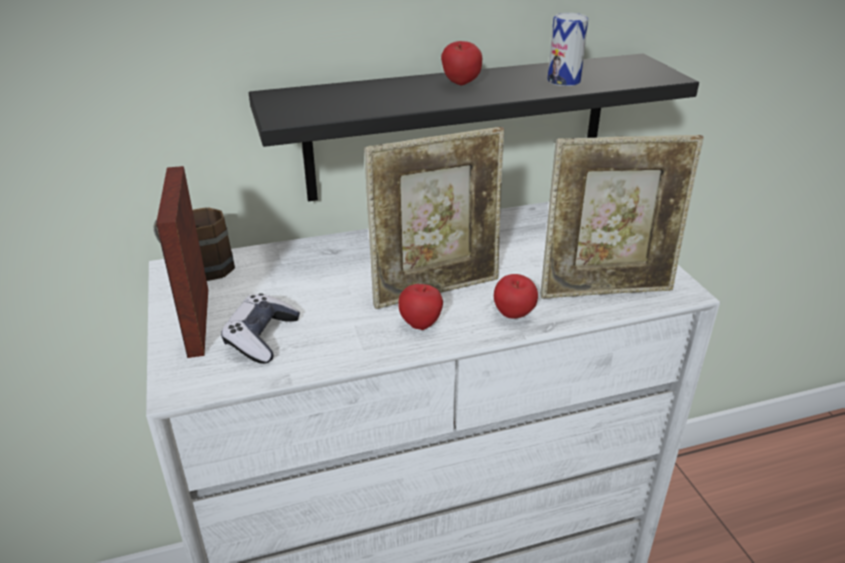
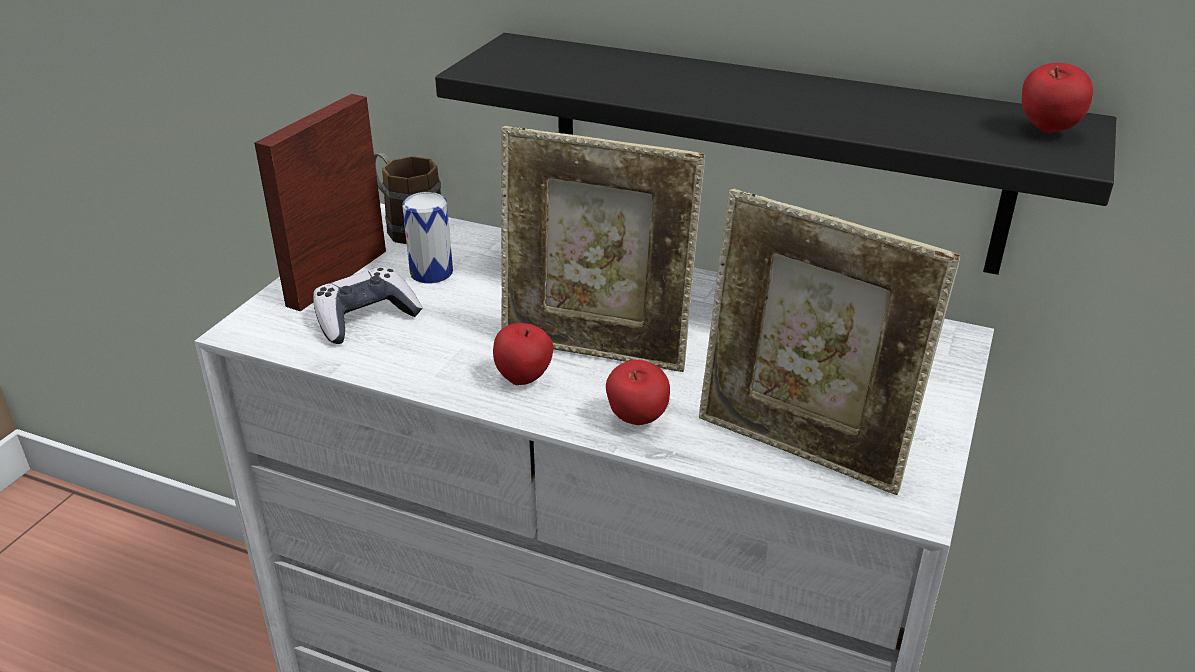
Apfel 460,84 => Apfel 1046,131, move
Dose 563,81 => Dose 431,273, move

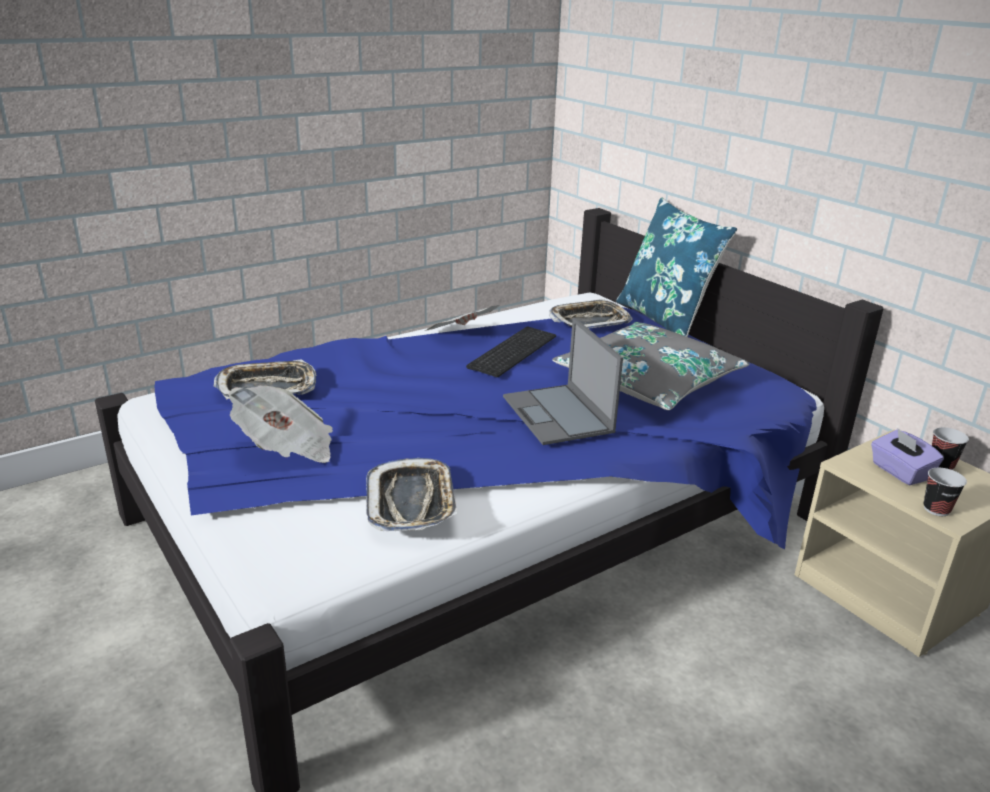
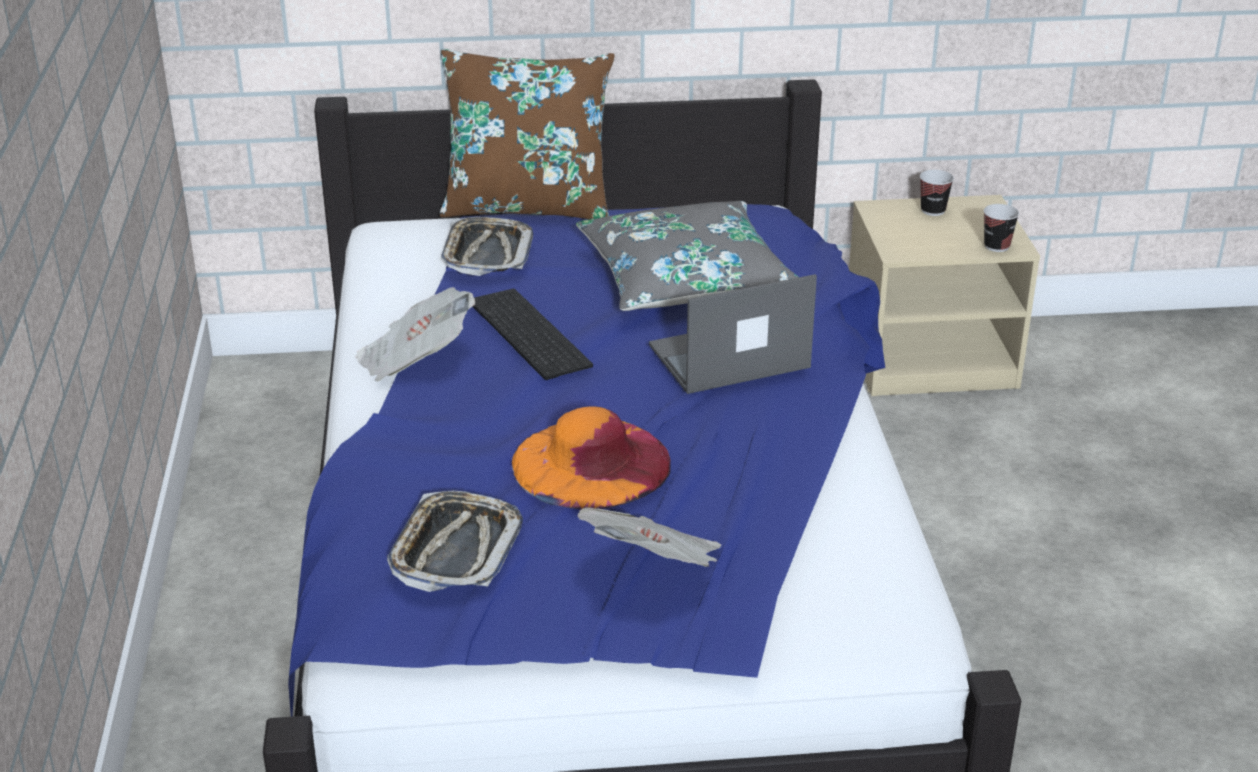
Tablett 411,502 => nothing
Laptop 558,415 => Laptop 727,357, 150 degrees clockwise
Kissen/blau 665,319 => Kissen/braun 528,207
Taschentuchbox/lila 899,472 => nothing
nothing => Hut/orange 591,463

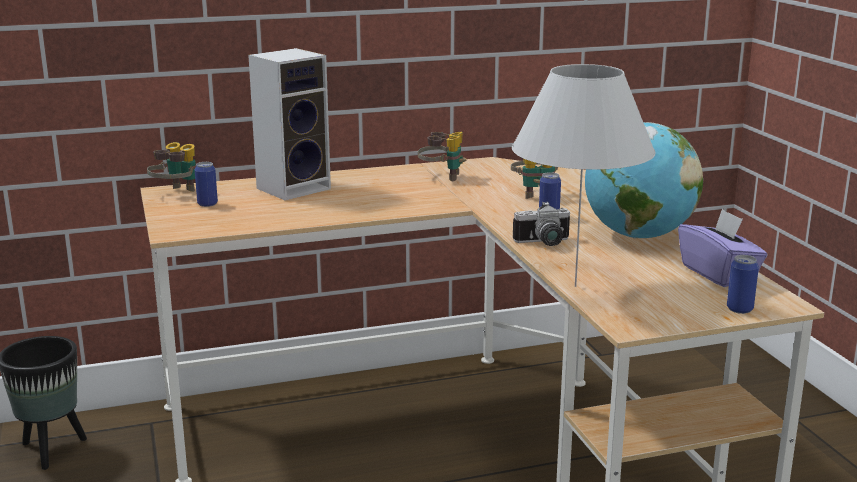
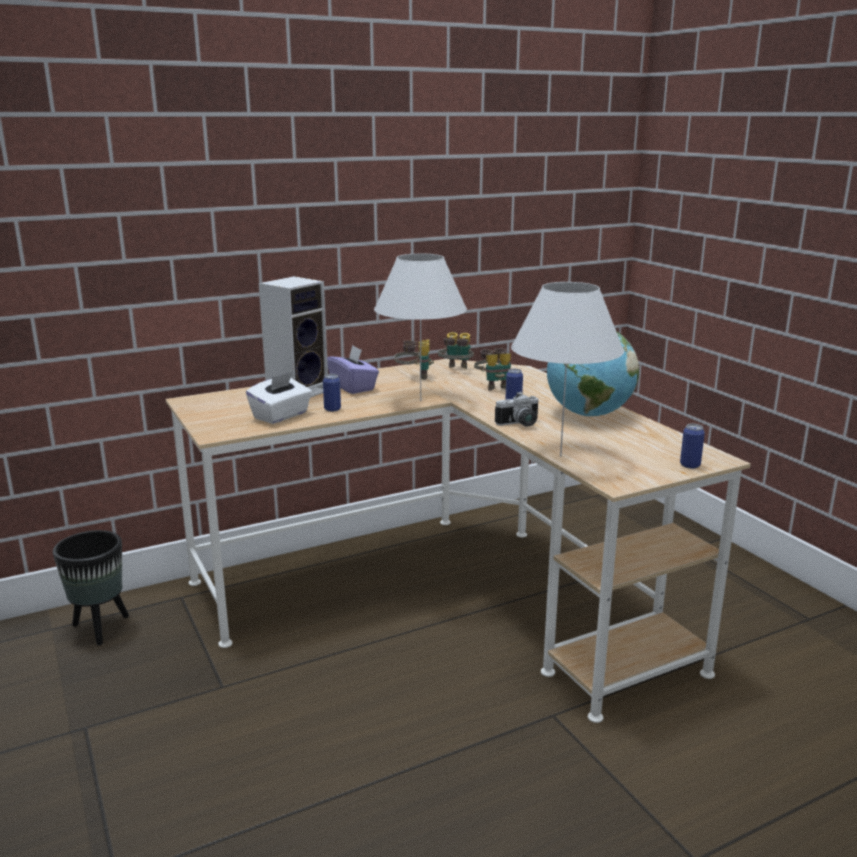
Fernglas 176,193 => Fernglas 456,370, move
Dose 207,204 => Dose 332,409, move
Taschentuchbox/lila 719,274 => Taschentuchbox/lila 353,387, move
nothing => Taschentuchbox/weiß 281,416
nothing => Tischlampe/weiß 420,401

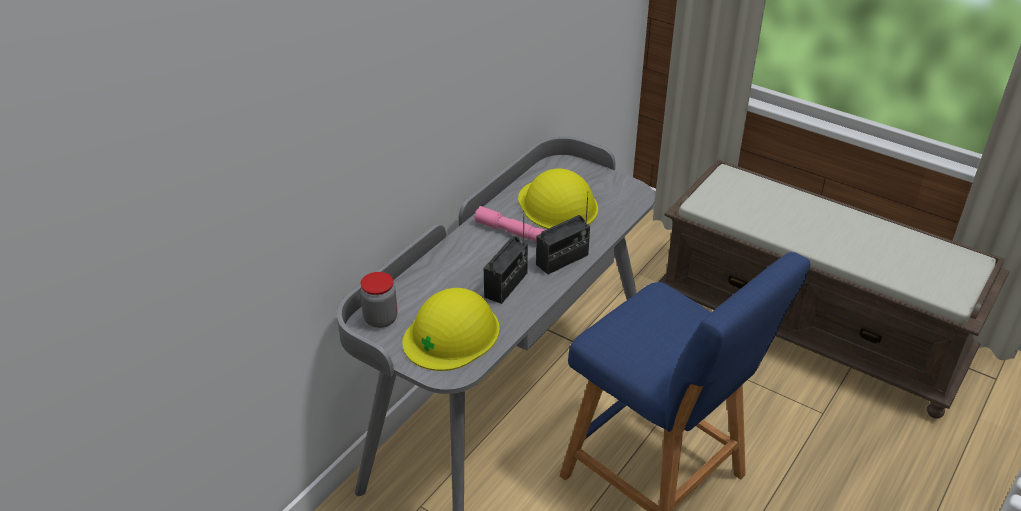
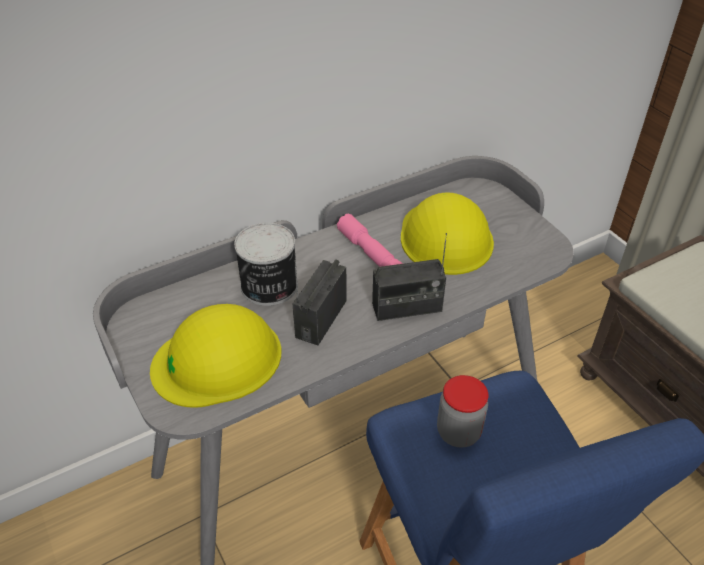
Vorratsglas 380,319 => Vorratsglas 458,432, move
Radio 506,285 => Radio 321,318, 150 degrees clockwise
nothing => Dose 269,286

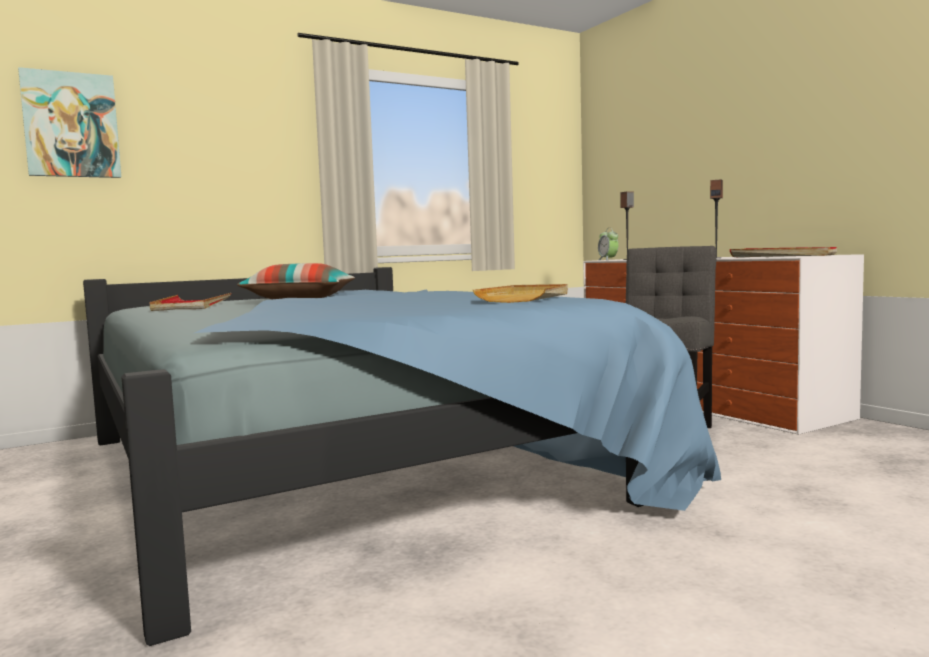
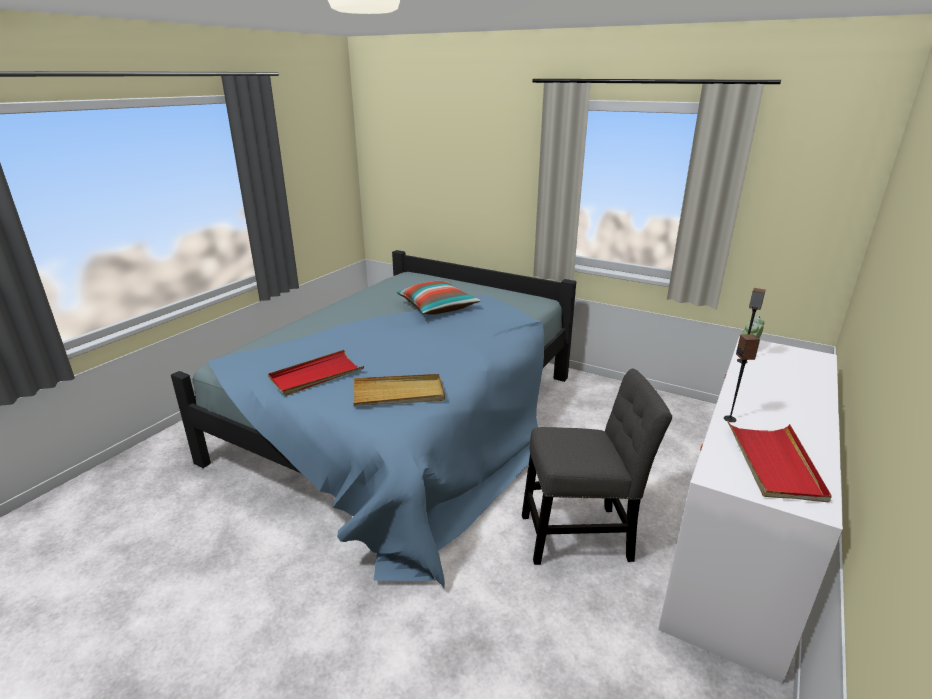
Bild 71,125 => nothing
Tablett/rot 191,306 => Tablett/rot 316,376, move

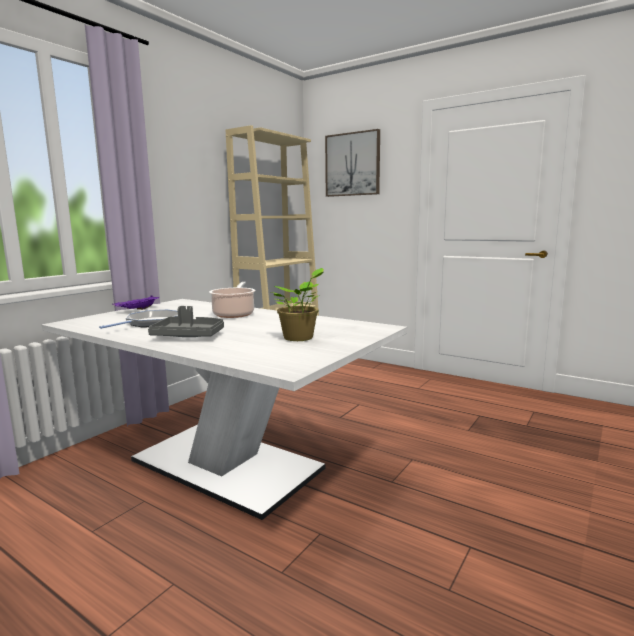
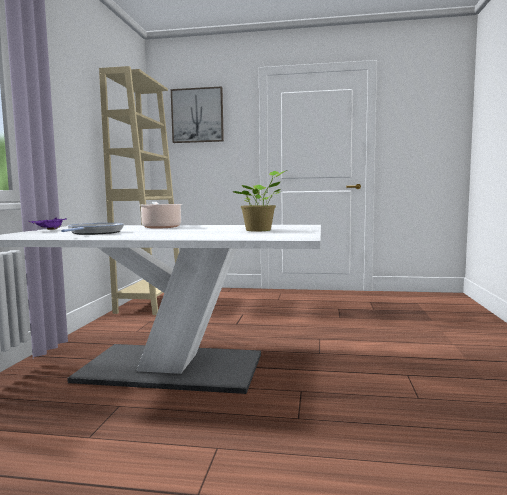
Tablett/grau 189,336 => nothing

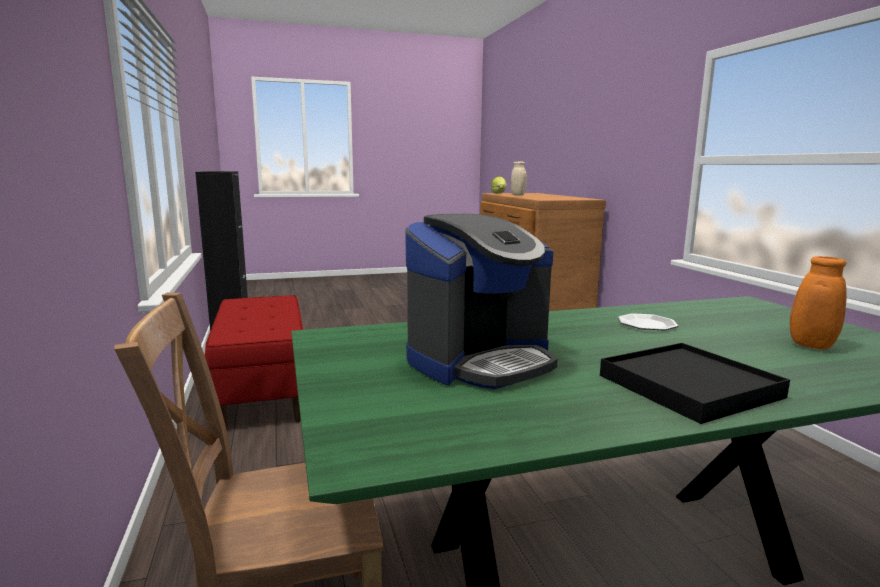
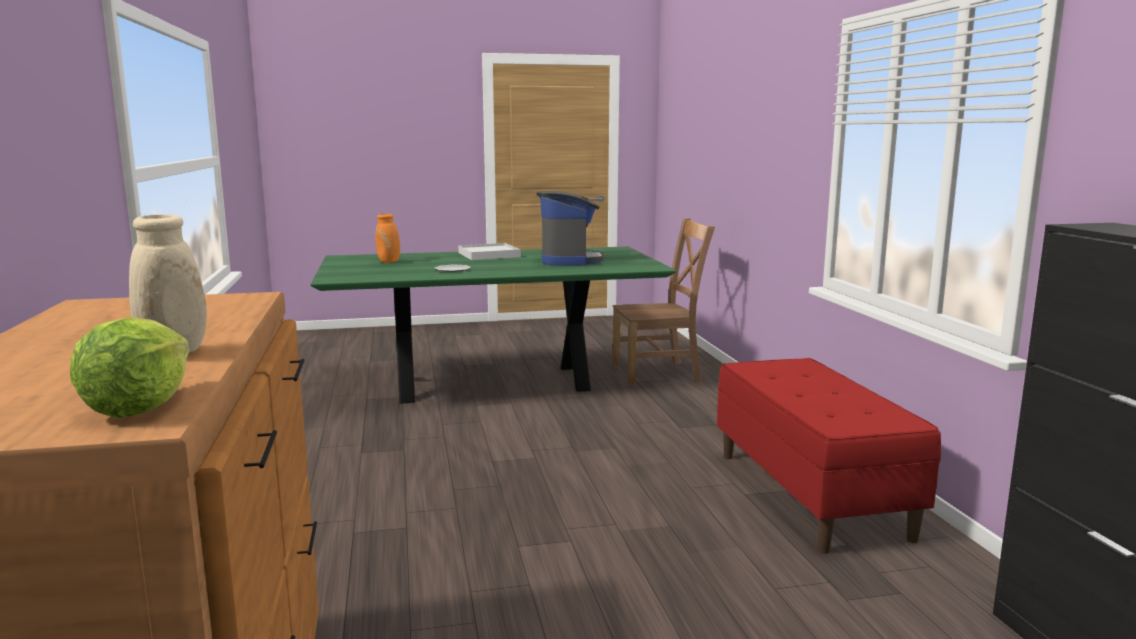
Kaffeemaschine 480,361 => Kaffeemaschine 569,260, 120 degrees clockwise
Tablett/schwarz 688,386 => Tablett/weiß 489,255

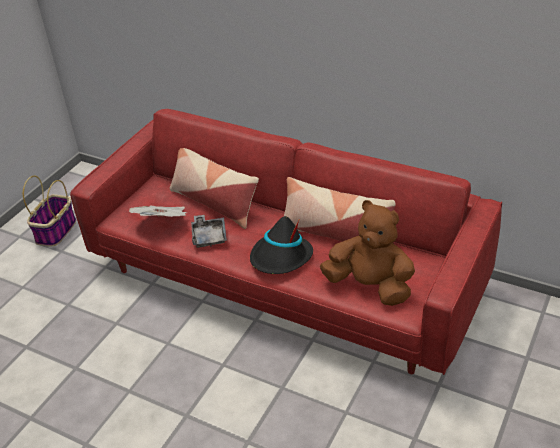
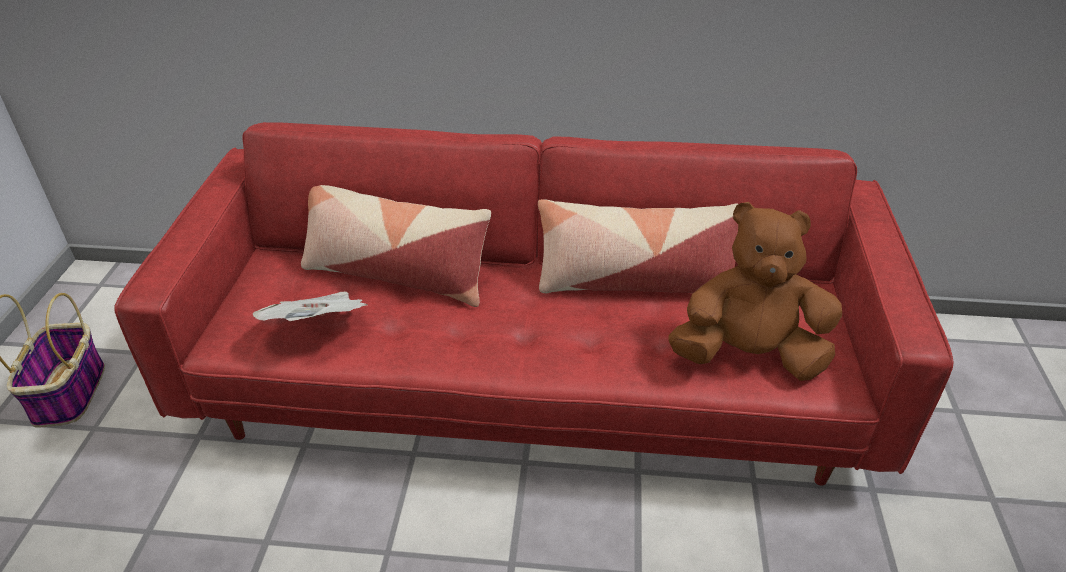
Tablett/grau 209,236 => nothing
Hut/schwarz 281,258 => nothing

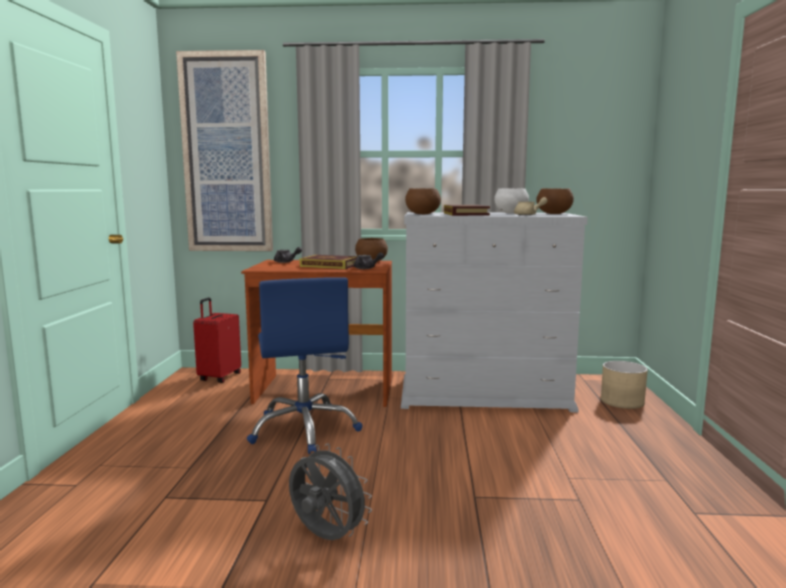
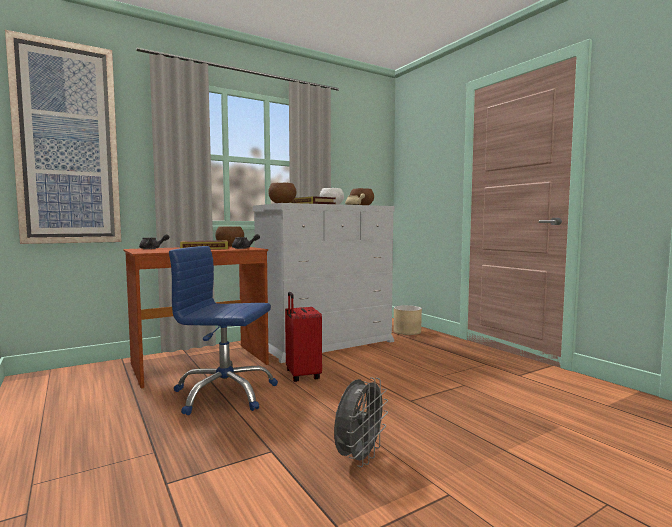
Koffer/rot 219,377 => Koffer/rot 301,375, move
Bürostuhl/blau 305,429 => Bürostuhl/blau 224,394, 150 degrees clockwise
Ventilator/grau 326,538 => Ventilator/grau 359,458, 120 degrees clockwise

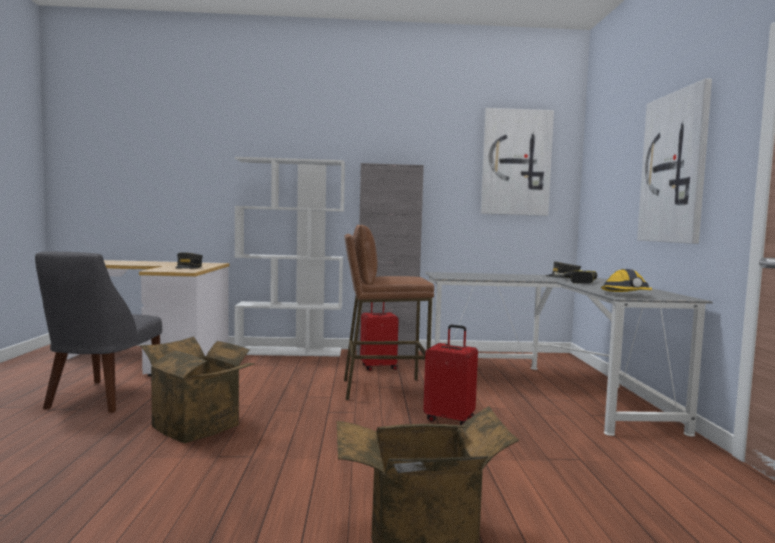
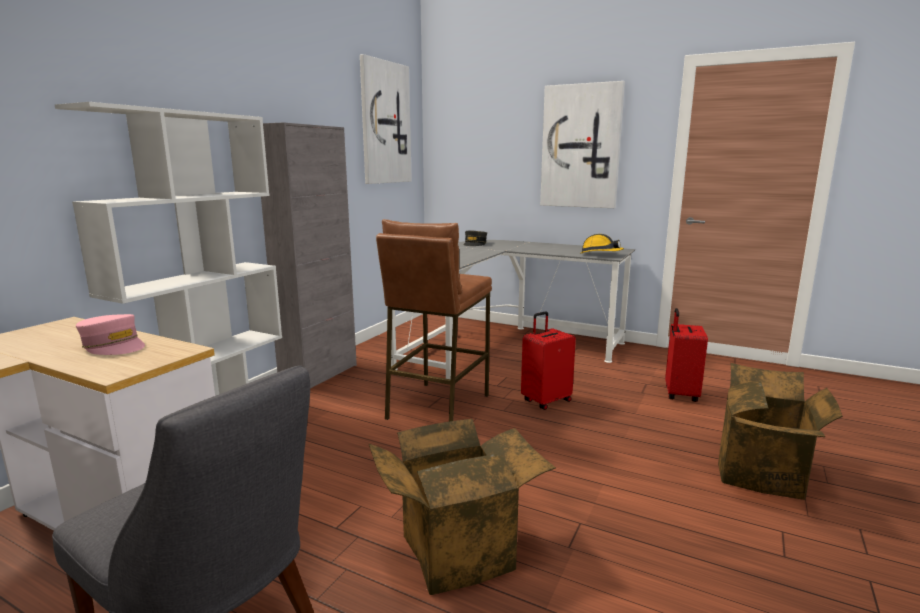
Kappe/grau 188,267 => Kappe/rosa 114,346
Koffer/rot 378,367 => Koffer/rot 679,394, move
Bohrmaschine 573,281 => nothing

